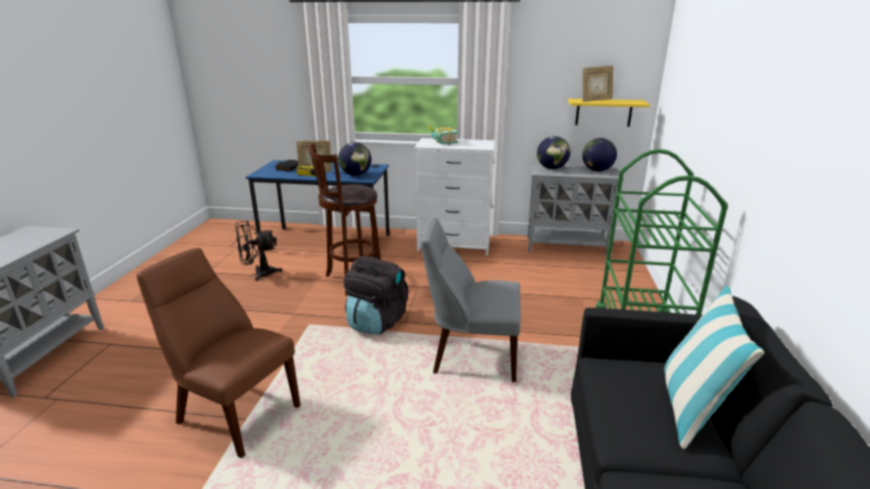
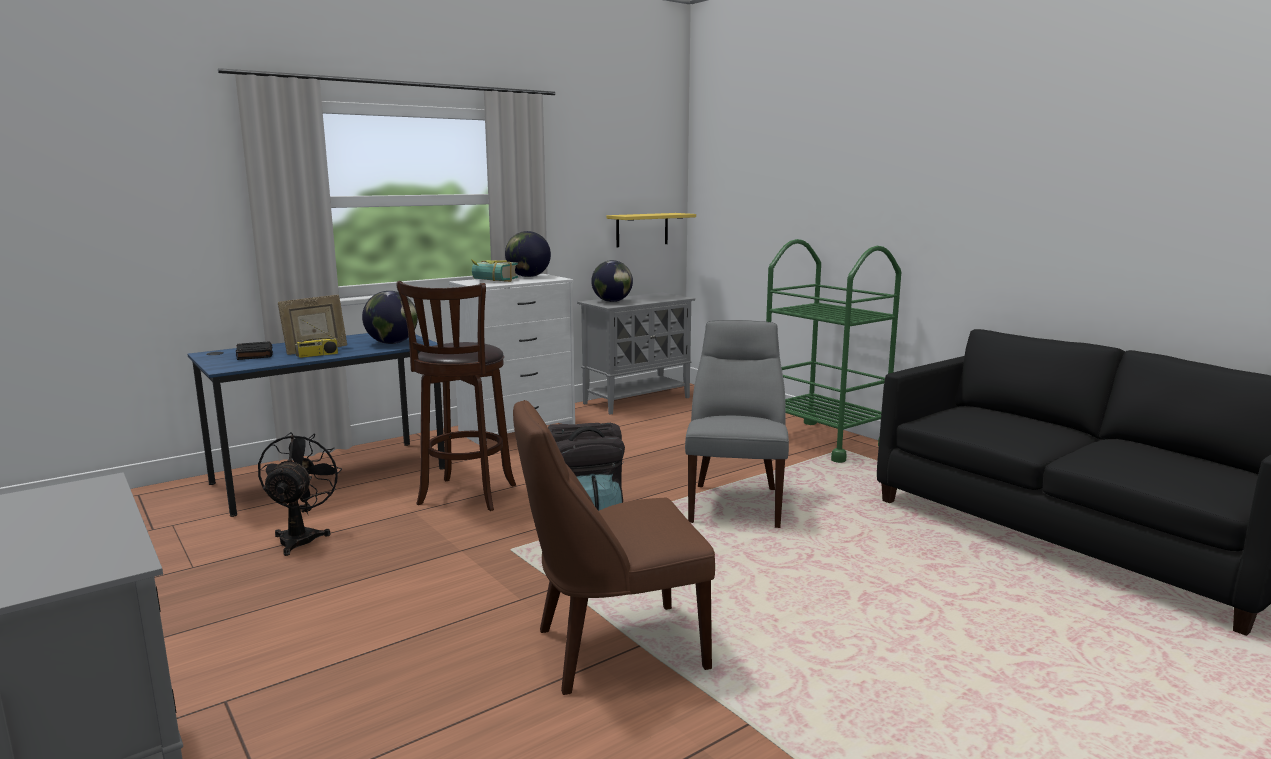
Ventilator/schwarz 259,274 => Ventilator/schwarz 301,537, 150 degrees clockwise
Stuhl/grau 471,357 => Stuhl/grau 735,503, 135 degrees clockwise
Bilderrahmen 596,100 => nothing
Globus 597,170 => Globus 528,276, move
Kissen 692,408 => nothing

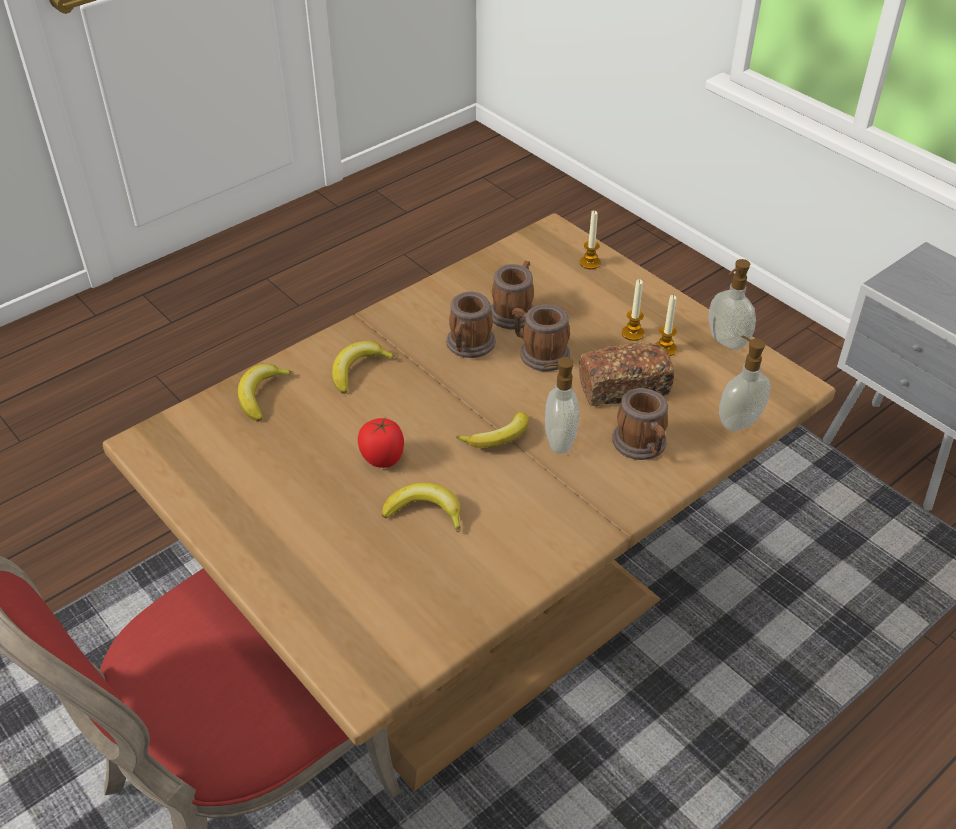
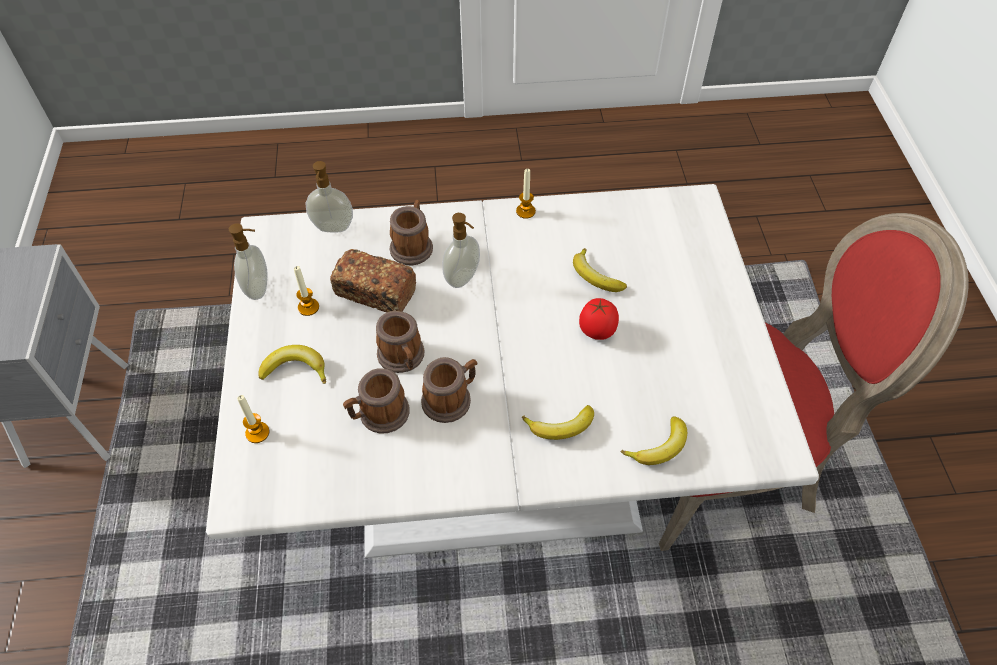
Esstisch/braun 478,626 => Esstisch/weiß 498,475
Banane 498,438 => Banane 295,369, move
Kerze 632,333 => Kerze 525,211, move

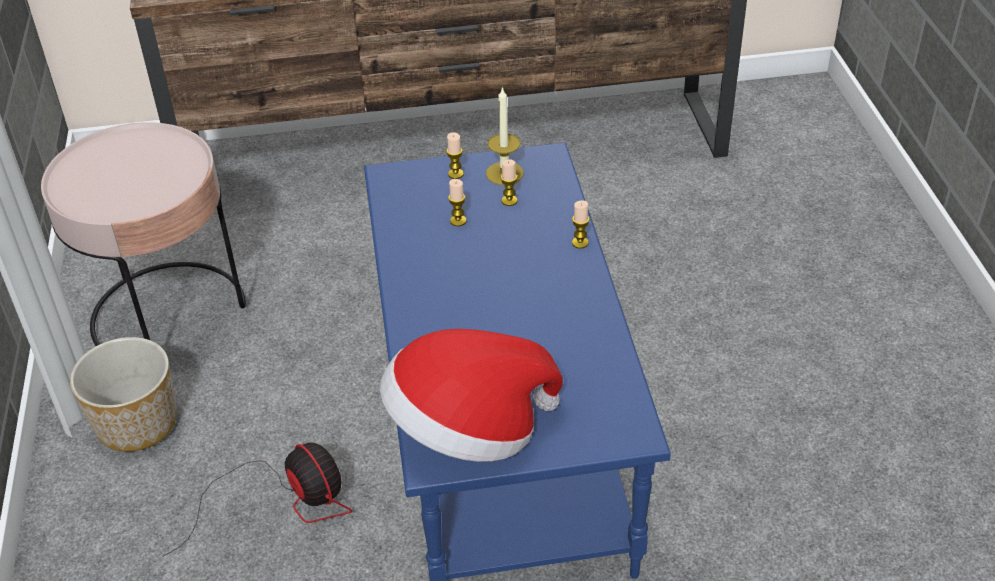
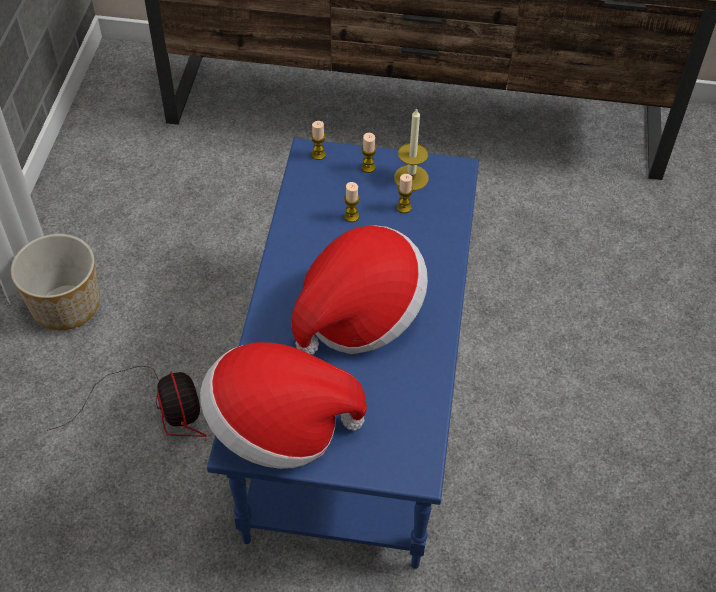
Beistelltisch/rosa 169,314 => nothing
Kerze 580,243 => Kerze 318,155, move
nothing => Hut 359,314

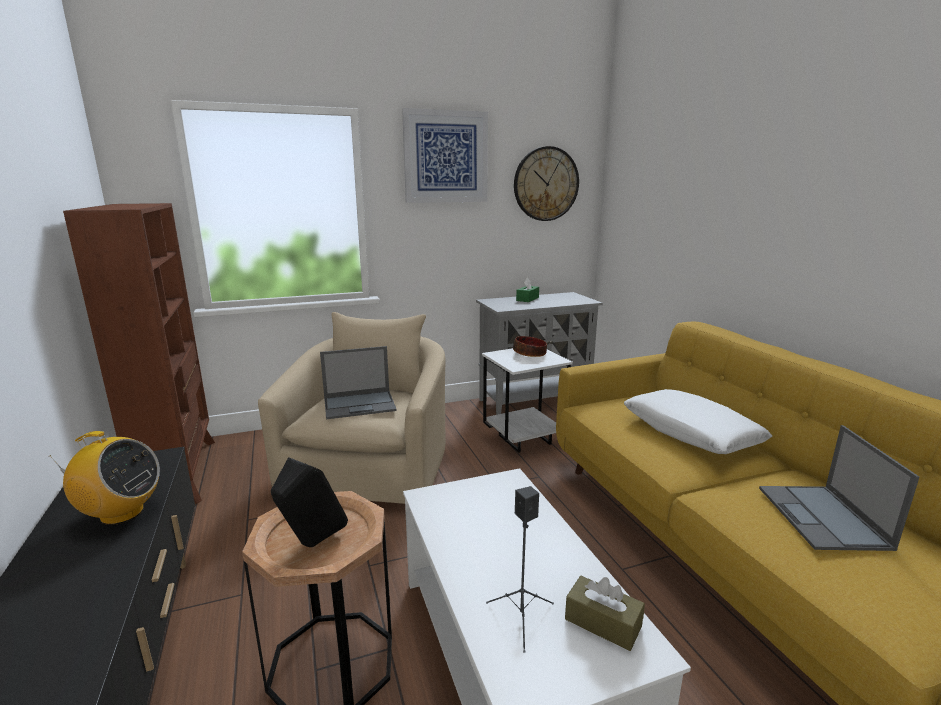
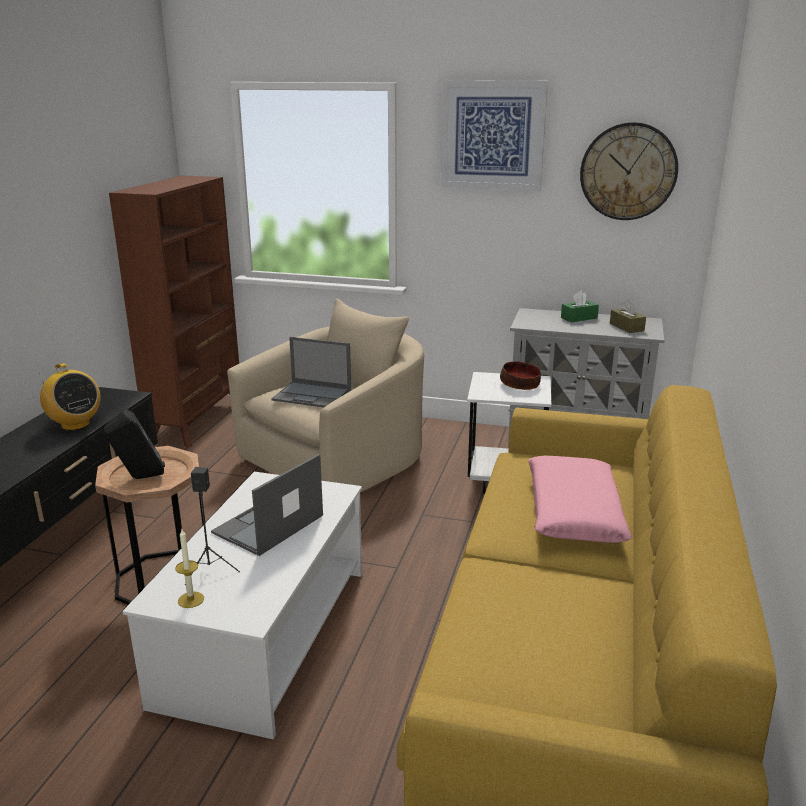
Taschentuchbox/braun 603,623 => Taschentuchbox/braun 626,327, move
Kissen/weiß 690,432 => Kissen/rosa 573,512
Laptop 823,518 => Laptop 267,525, move
nothing => Kerze 191,599

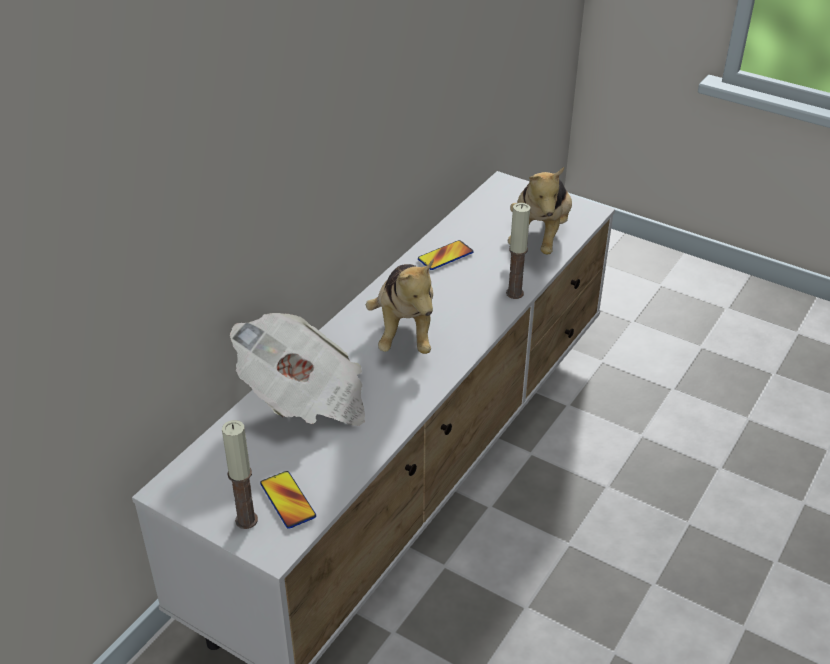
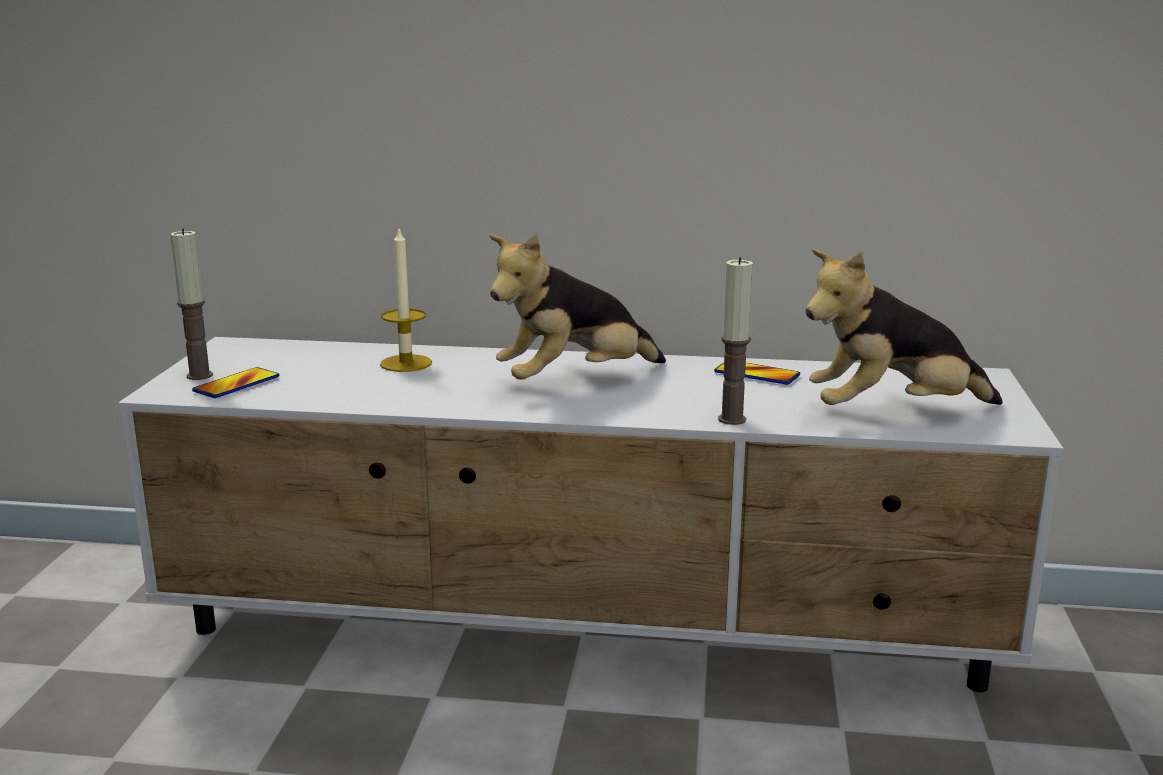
Zeitung 305,398 => Kerze 406,363

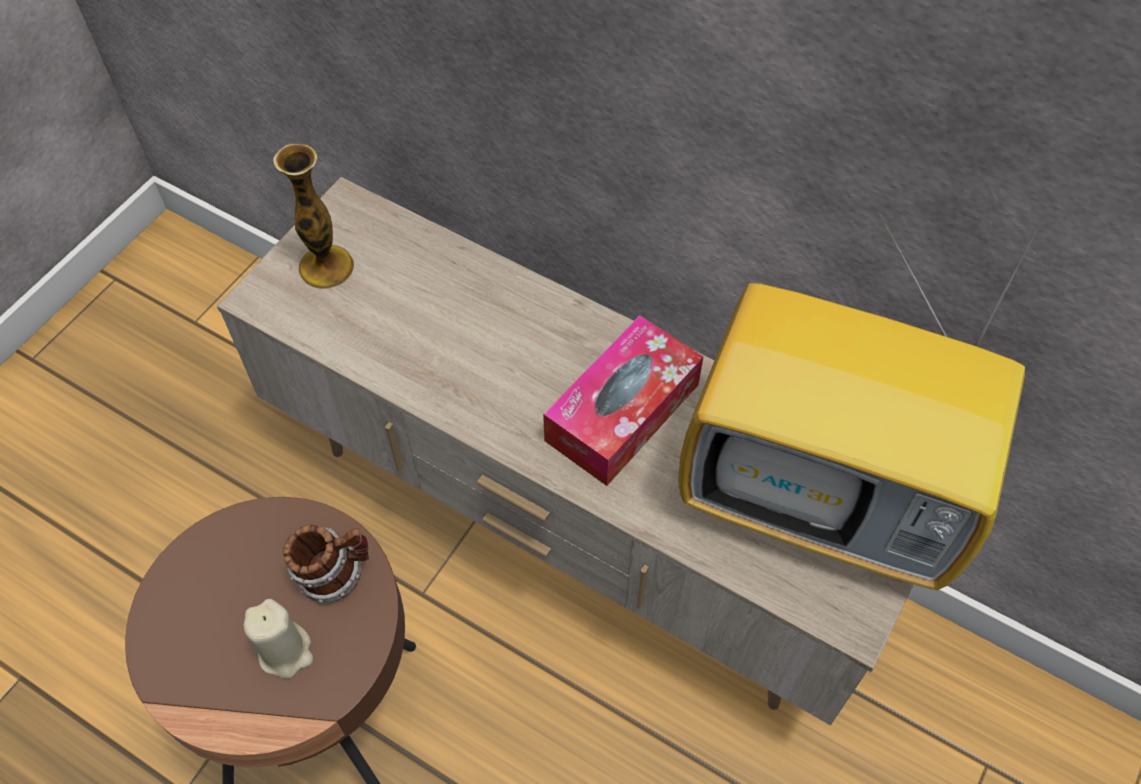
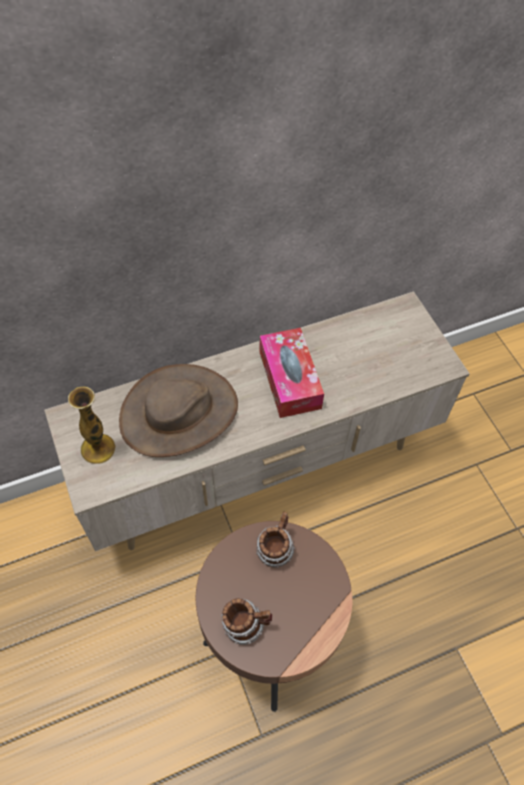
Kerze/beige 285,651 => nothing
Fernseher 828,495 => nothing
nothing => Hut/braun 179,413
nothing => Henkelbecher 246,625

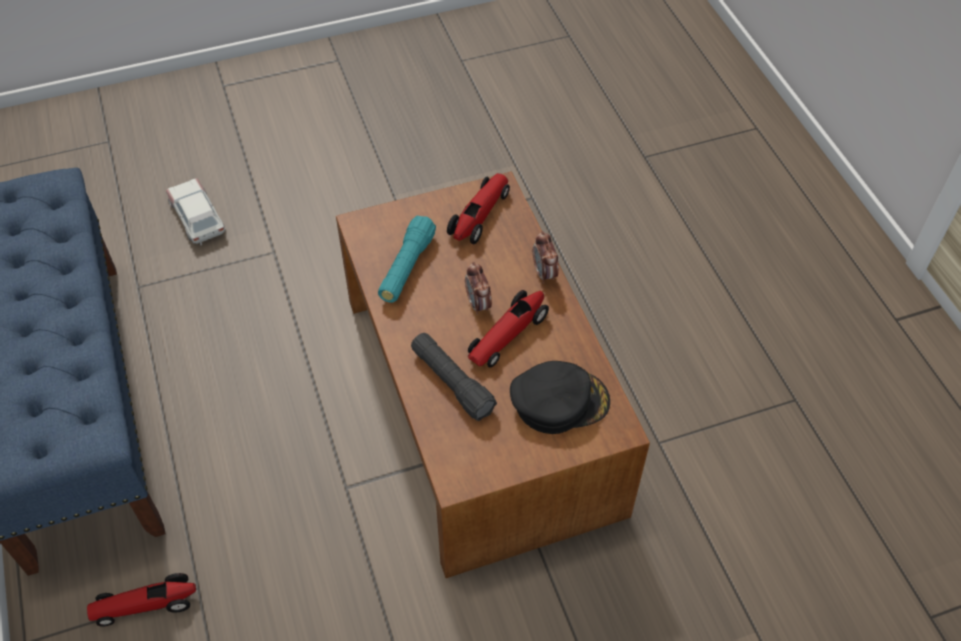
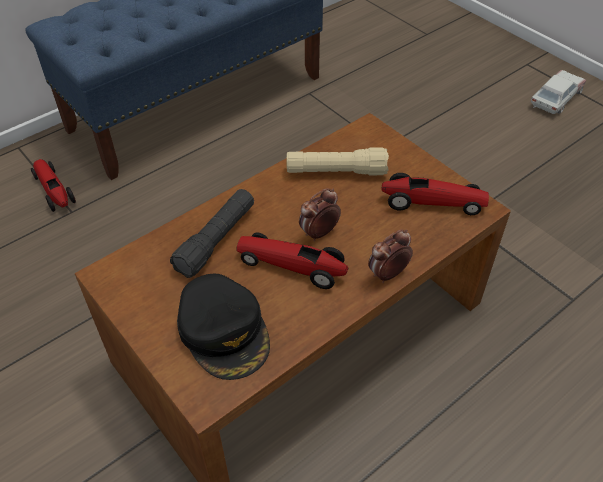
Spielzeugauto 198,217 => Spielzeugauto 556,98, move
Taschenlampe/türkis 407,267 => Taschenlampe/beige 336,172

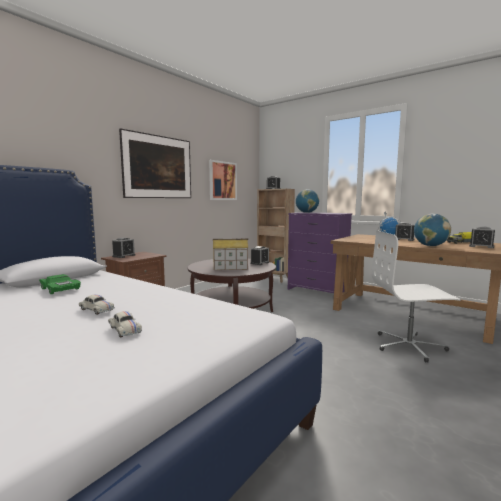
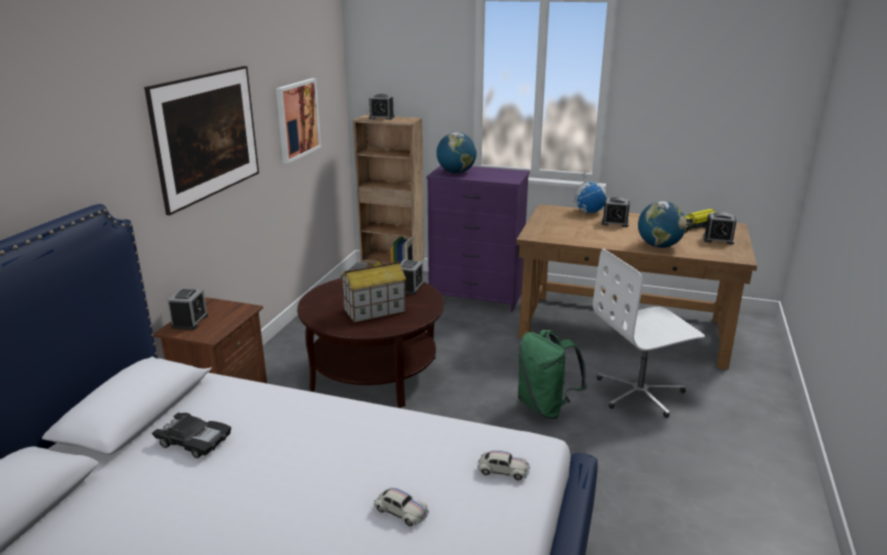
Spielzeugauto/grün 60,289 => Spielzeugauto/schwarz 193,441
Spielzeugauto/weiß 97,310 => Spielzeugauto/weiß 503,470, move
nothing => Rucksack/grün 545,407

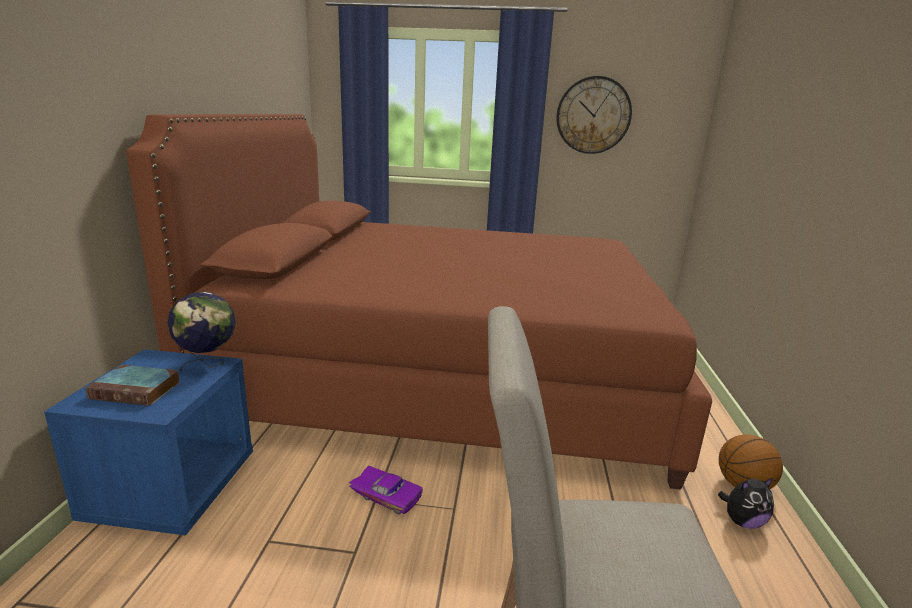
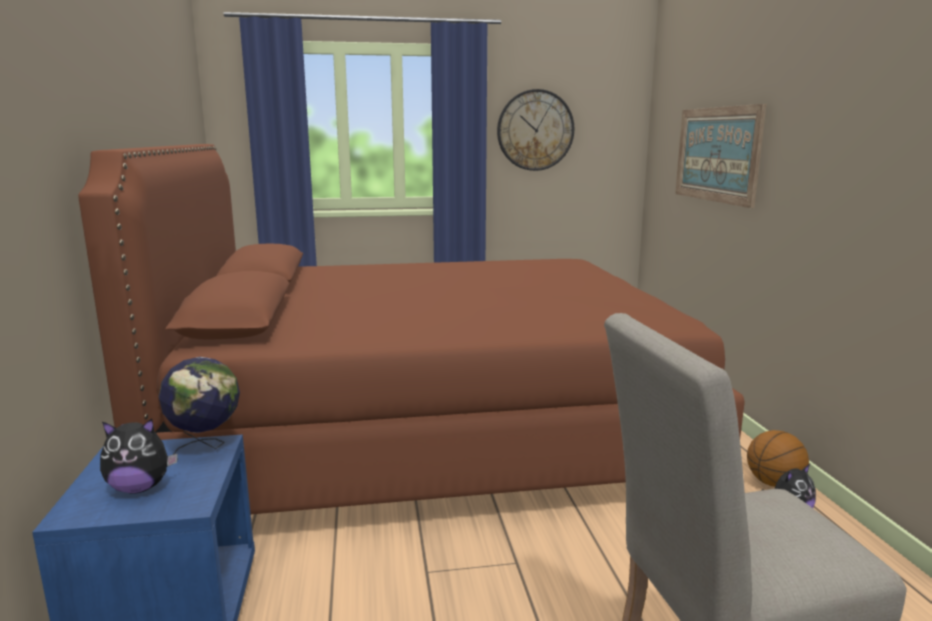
Buch 138,390 => Plüschtier 140,488
Spielzeugauto/lila 387,494 => nothing
nothing => Bild 716,154

